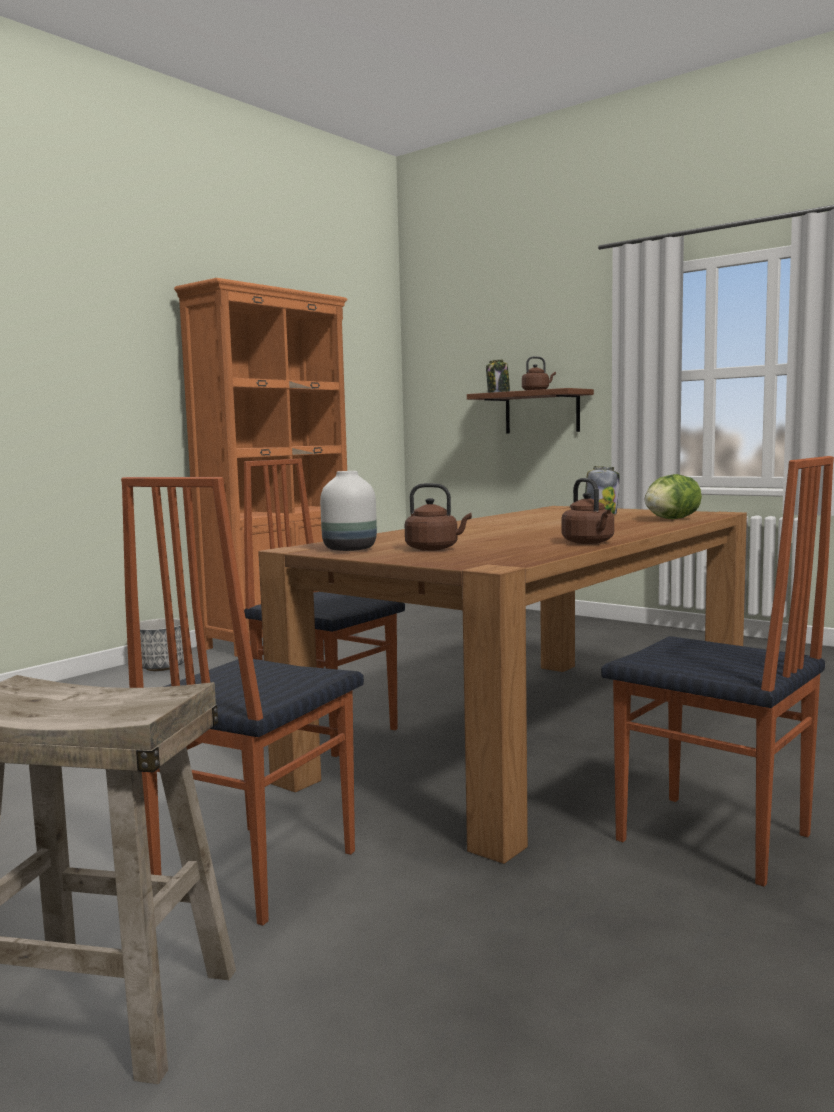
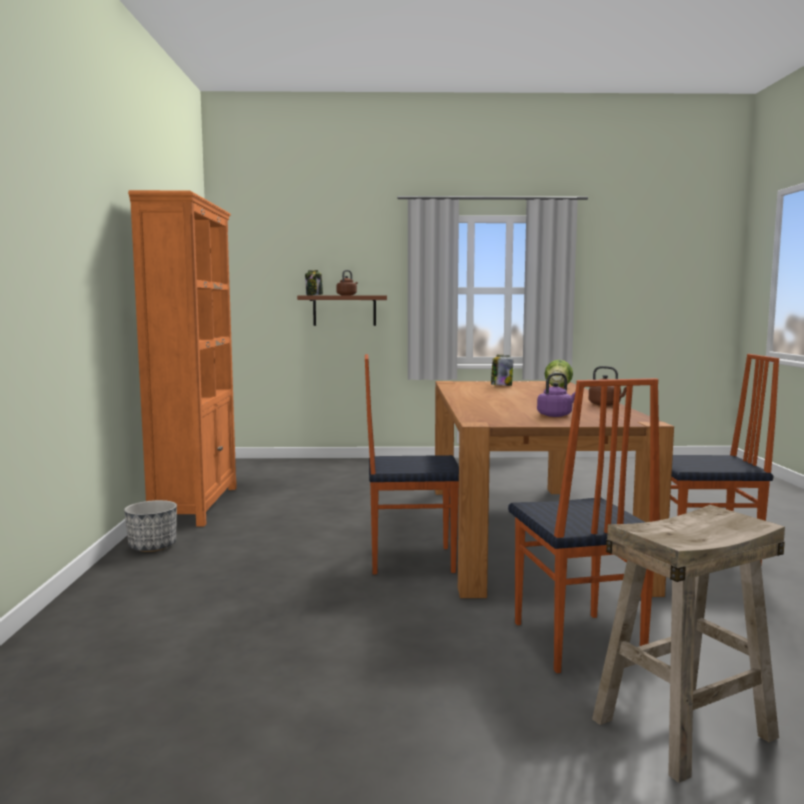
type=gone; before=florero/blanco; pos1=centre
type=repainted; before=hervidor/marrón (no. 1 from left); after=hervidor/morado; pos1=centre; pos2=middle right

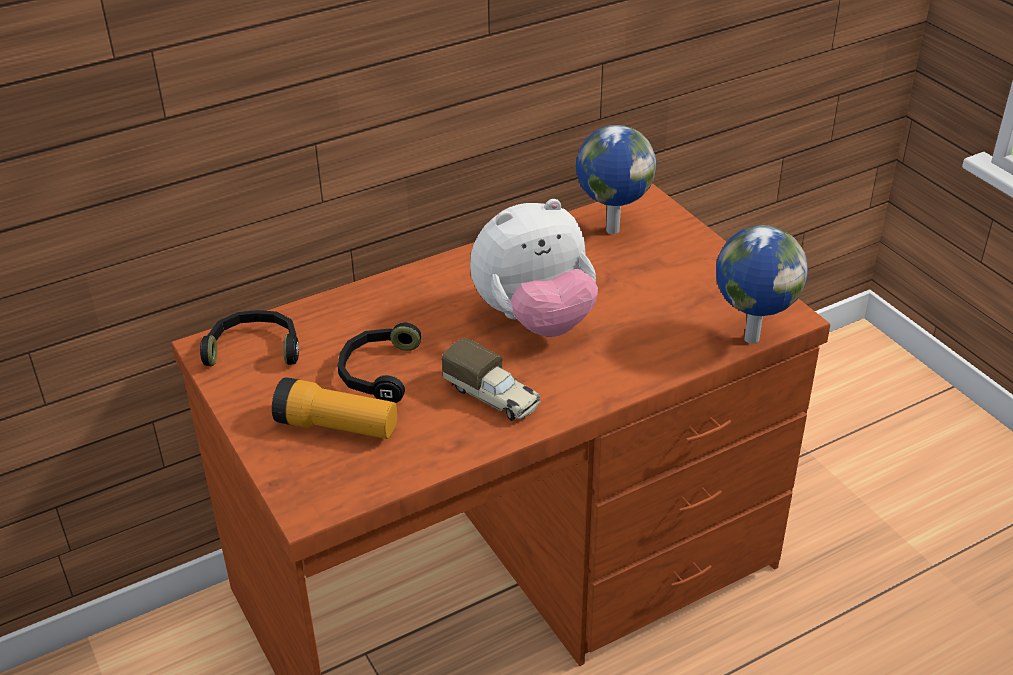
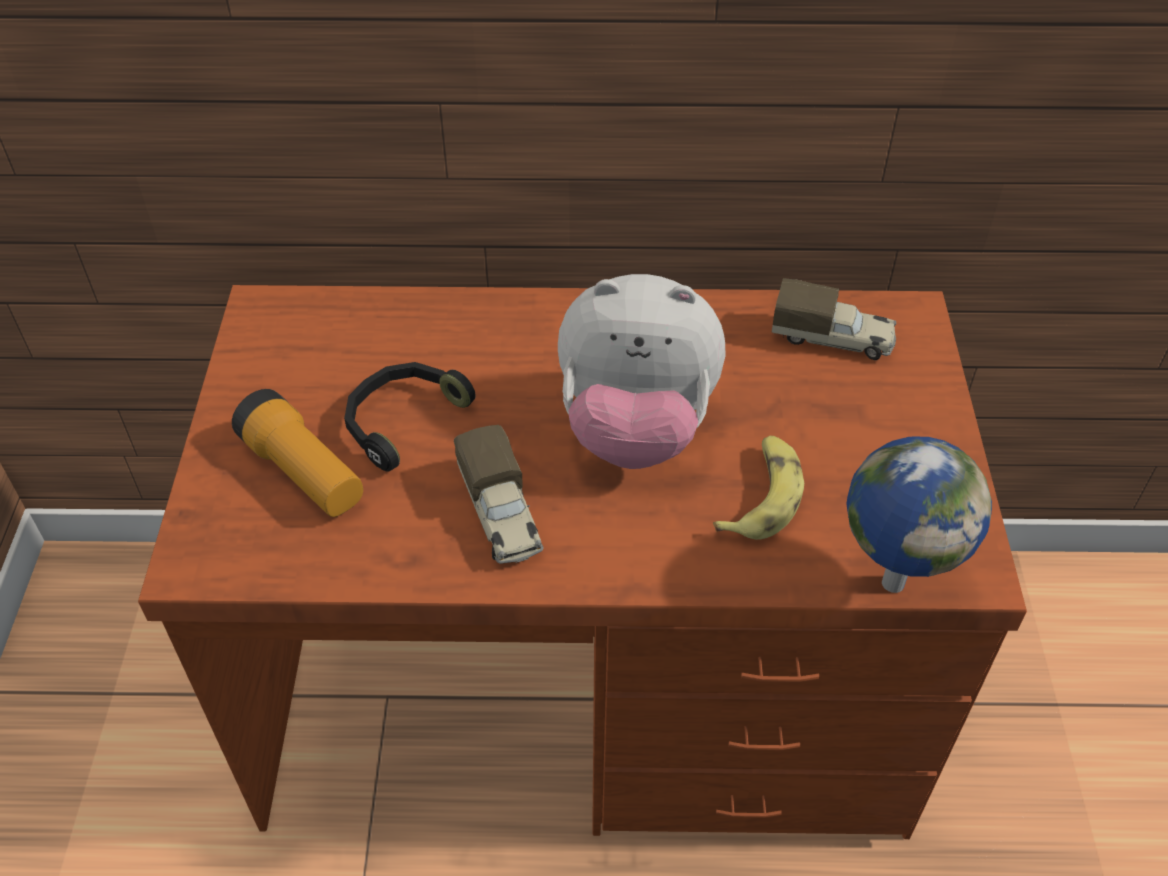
type=gone; before=auriculares/negro (no. 1 from left); pos1=middle left
type=swapped; before=globo terráqueo (no. 1 from left); after=camión de juguete (no. 2 from left); pos1=top centre; pos2=middle right
type=new; after=plátano; pos2=centre

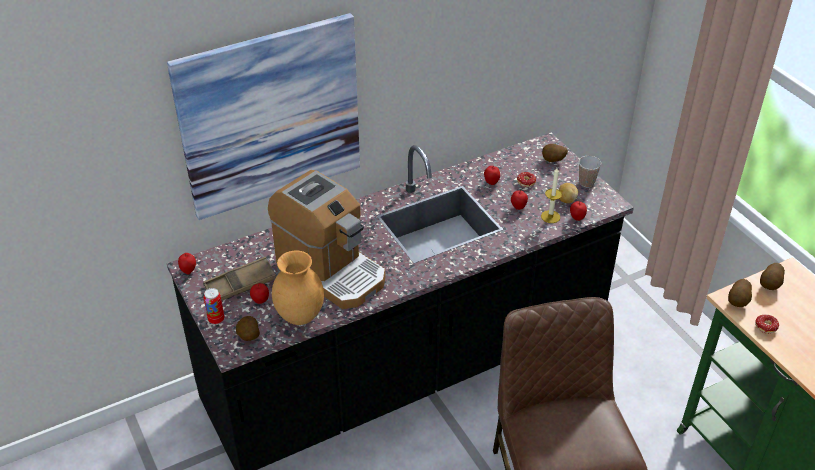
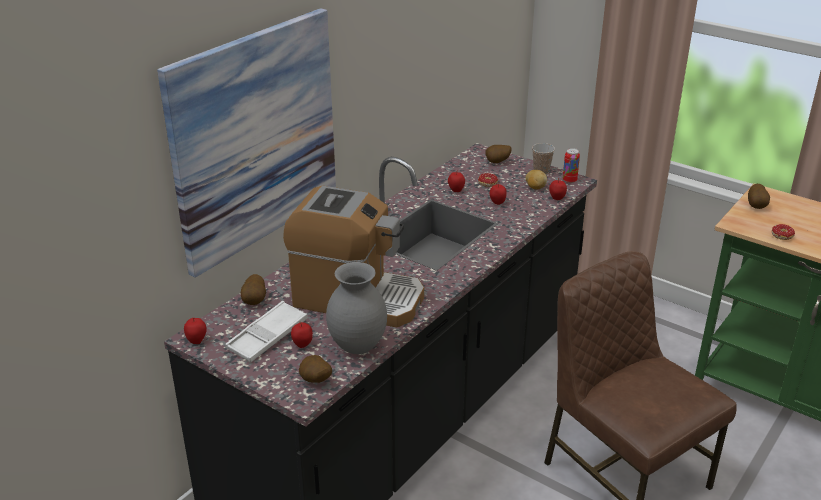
type=repainted; before=bandeja/marrón; after=bandeja/blanco; pos1=middle left; pos2=middle left
type=shifted; before=lata; pos1=middle left; pos2=top right
type=repainted; before=florero/marrón; after=florero/gris; pos1=centre; pos2=centre
type=gone; before=vela; pos1=middle right
type=shifted; before=patata (no. 4 from left in the first image); after=patata (no. 1 from left); pos1=middle right; pos2=middle left

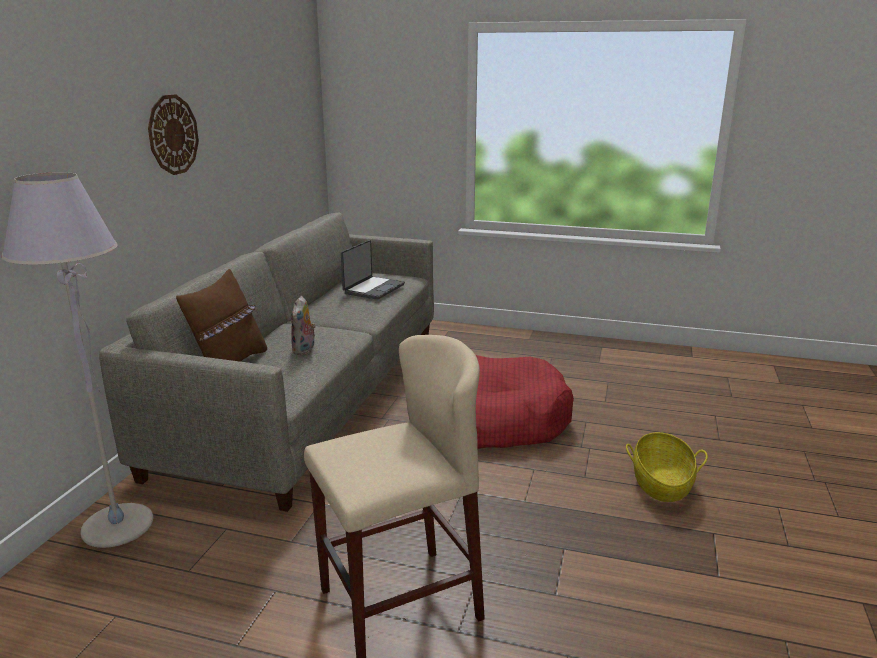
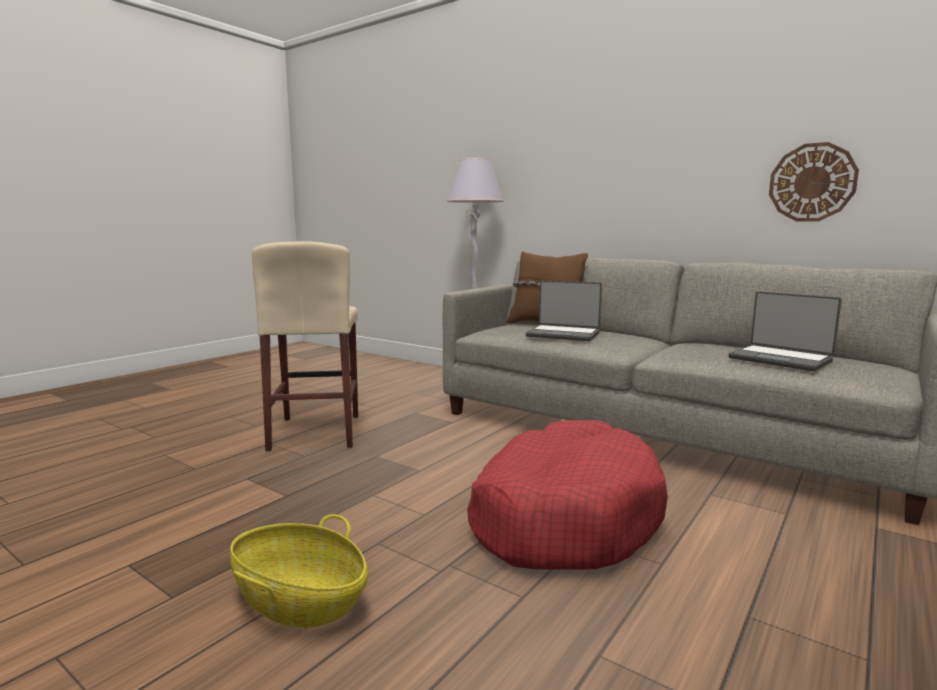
type=shifted; before=reloj de pared; pos1=top left; pos2=top right
type=swapped; before=peluche; after=portátil (no. 1 from left); pos1=centre; pos2=centre

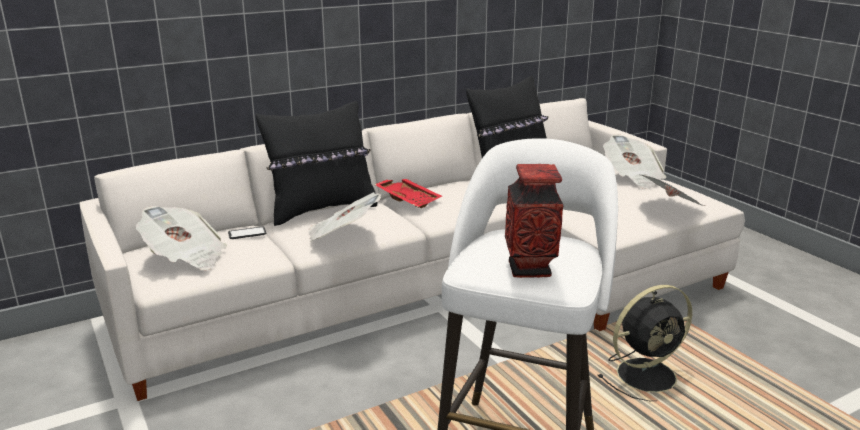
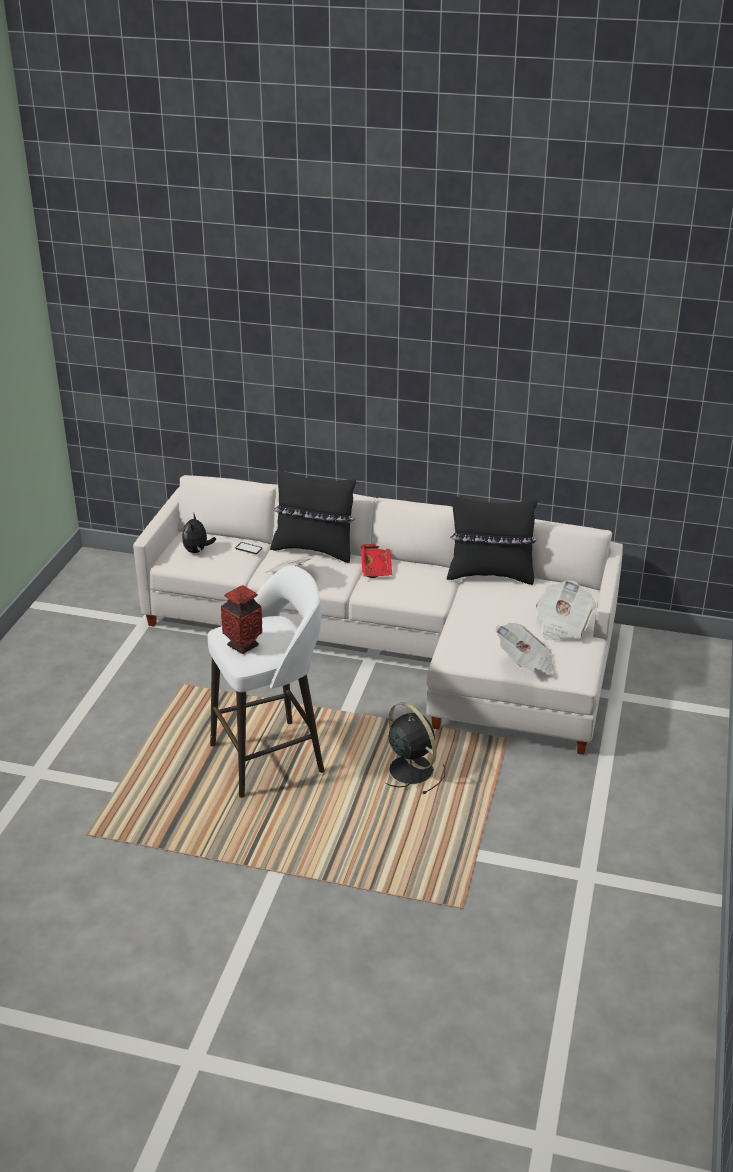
type=swapped; before=periódico (no. 1 from left); after=peluche; pos1=middle left; pos2=middle left
type=rotated; before=ventilador/negro; pos1=bottom right; pos2=centre; turn=-150

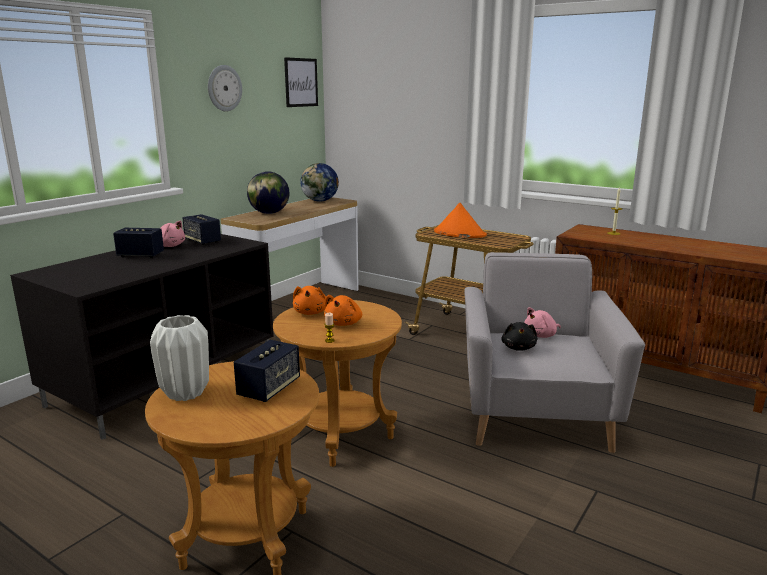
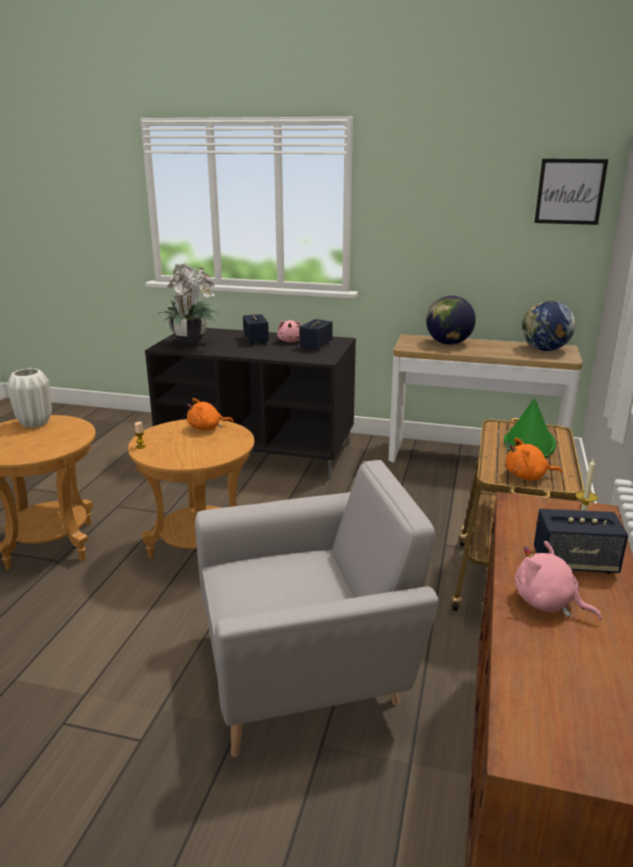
type=gone; before=reloj de pared; pos1=top left
type=shifted; before=altavoz (no. 3 from left); pos1=centre; pos2=middle right
type=shifted; before=peluche/naranja (no. 2 from left); pos1=centre; pos2=middle right
type=repainted; before=sombrero/naranja; after=sombrero/verde; pos1=centre; pos2=middle right
type=gone; before=peluche/negro; pos1=middle right
type=shifted; before=peluche/rosa (no. 2 from left); pos1=middle right; pos2=bottom right
type=new; after=planta en maceta; pos2=middle left

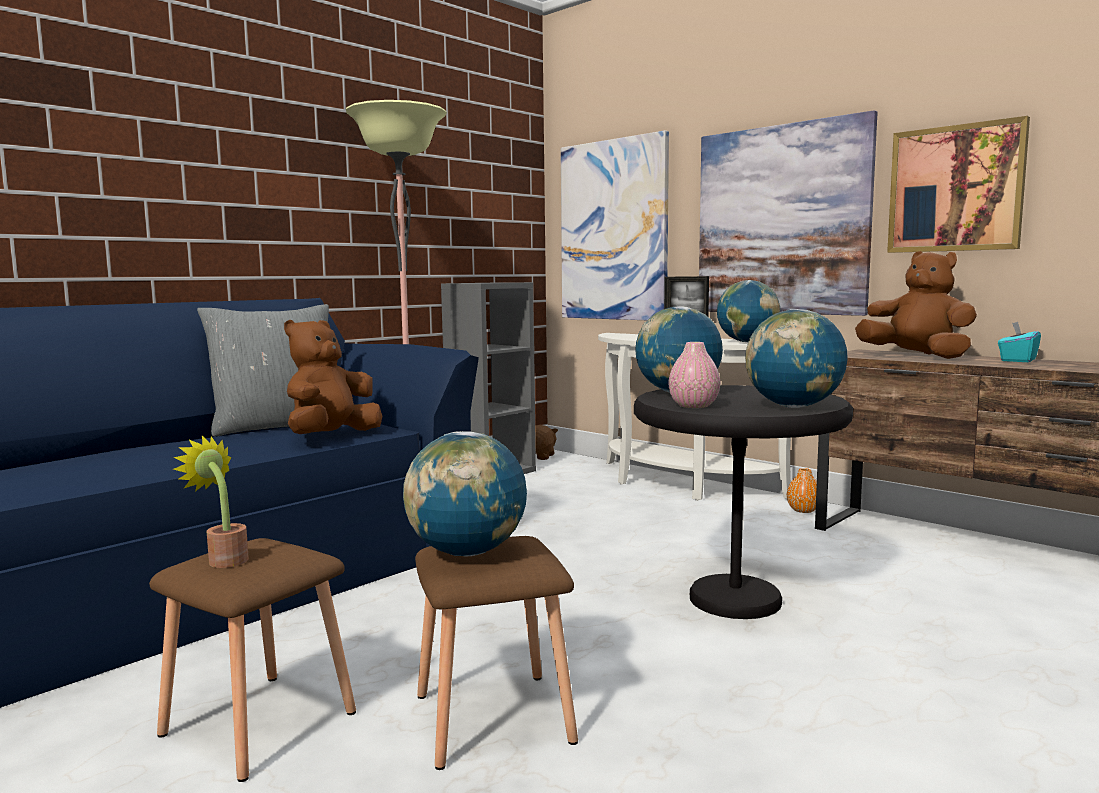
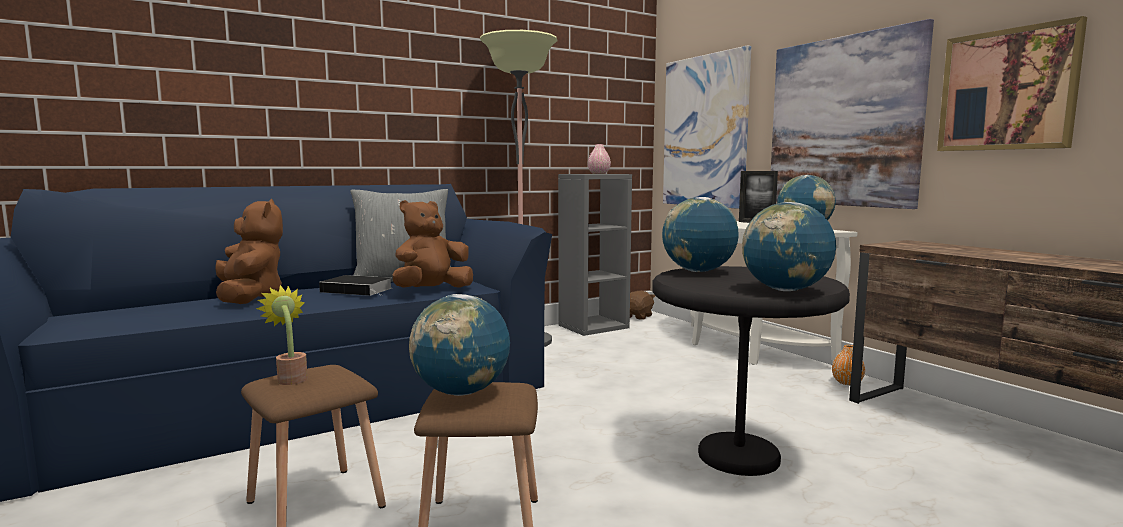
type=shifted; before=florero/rosa; pos1=centre; pos2=top centre
type=shifted; before=peluche/marrón (no. 3 from left in the first image); after=peluche/marrón (no. 1 from left); pos1=middle right; pos2=middle left
type=gone; before=caja de pañuelos/turquesa; pos1=middle right
type=new; after=libro; pos2=middle left

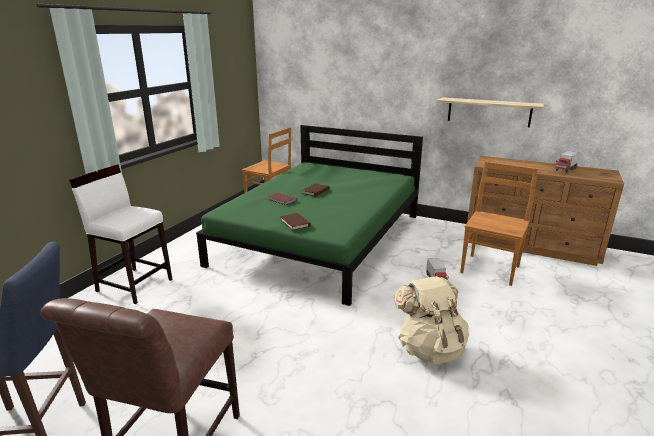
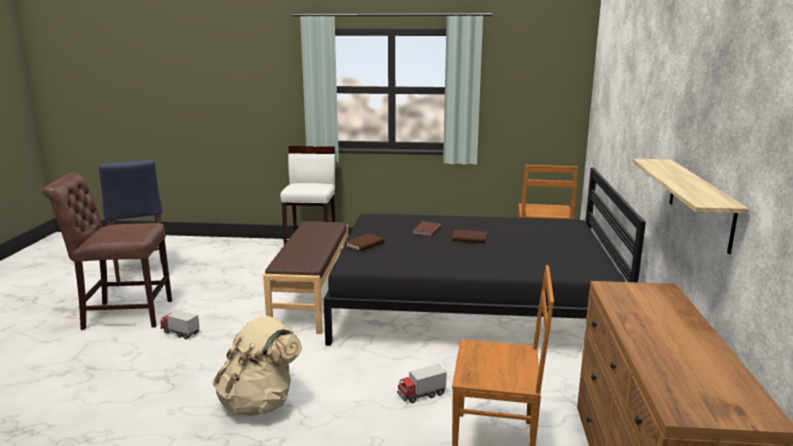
type=repainted; before=cama/verde; after=cama/negro; pos1=centre; pos2=centre
type=shifted; before=camión de juguete (no. 2 from left in the first image); after=camión de juguete (no. 1 from left); pos1=middle right; pos2=bottom left
type=new; after=banco/marrón; pos2=centre

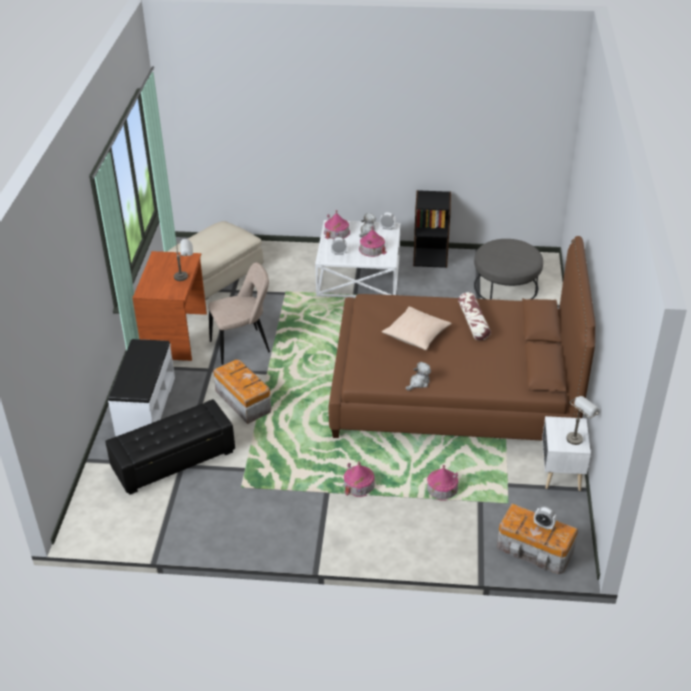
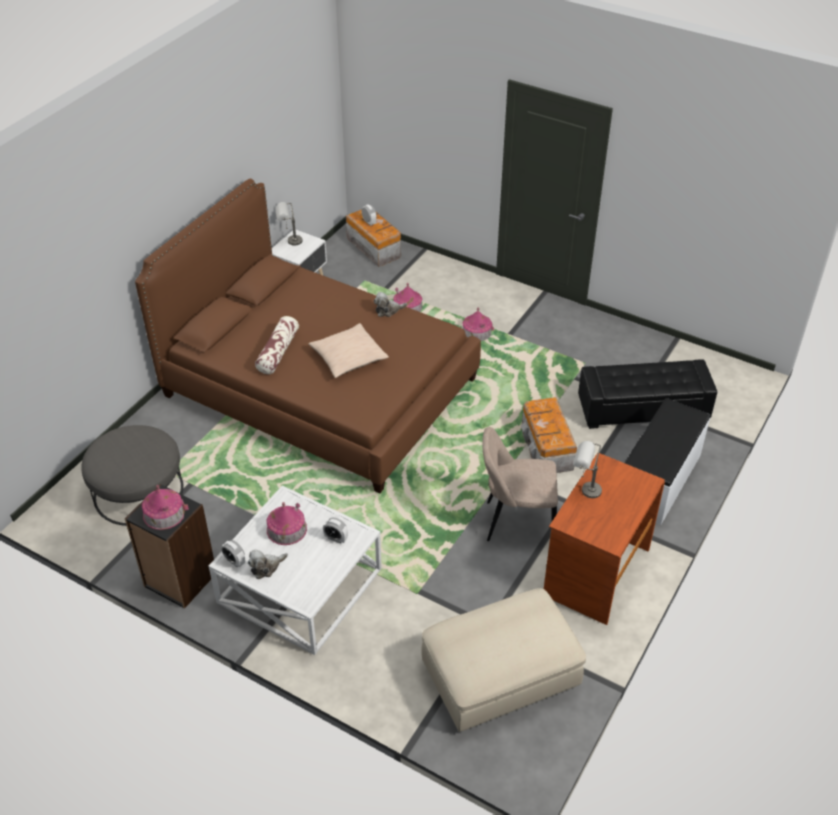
type=shifted; before=casita (no. 1 from left); pos1=top centre; pos2=middle left

